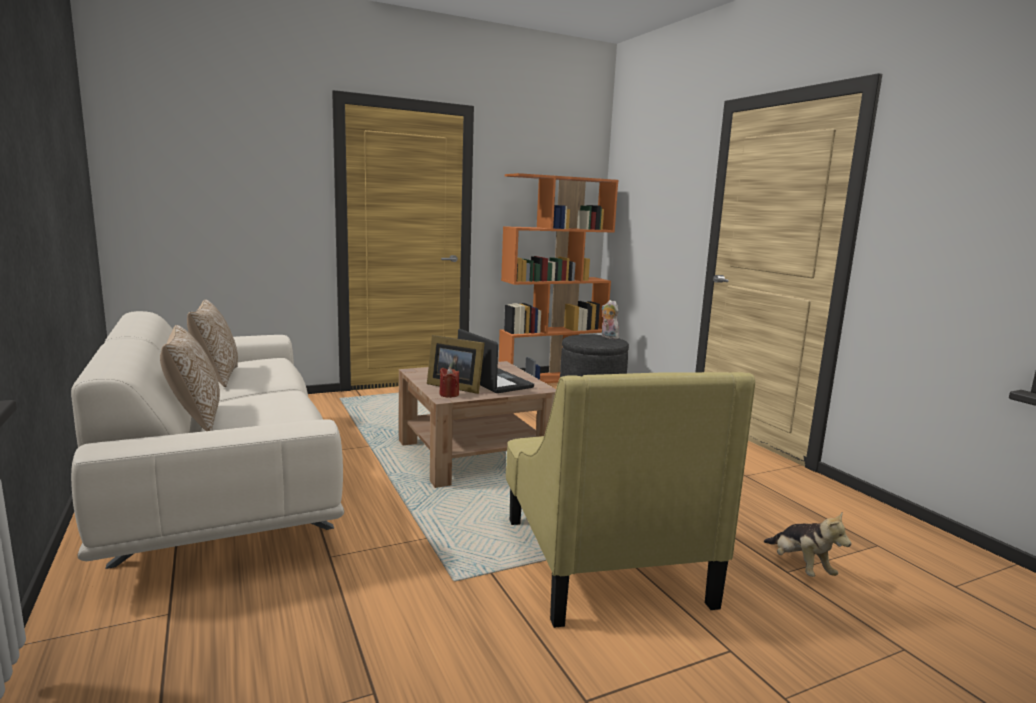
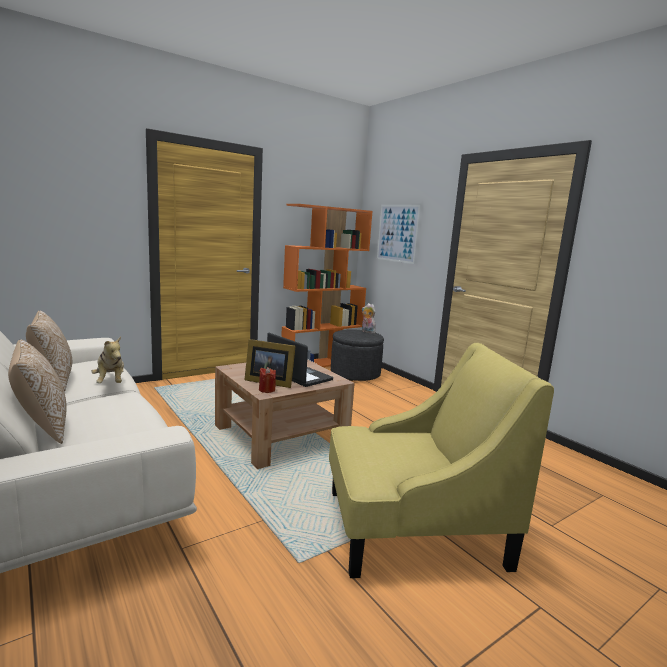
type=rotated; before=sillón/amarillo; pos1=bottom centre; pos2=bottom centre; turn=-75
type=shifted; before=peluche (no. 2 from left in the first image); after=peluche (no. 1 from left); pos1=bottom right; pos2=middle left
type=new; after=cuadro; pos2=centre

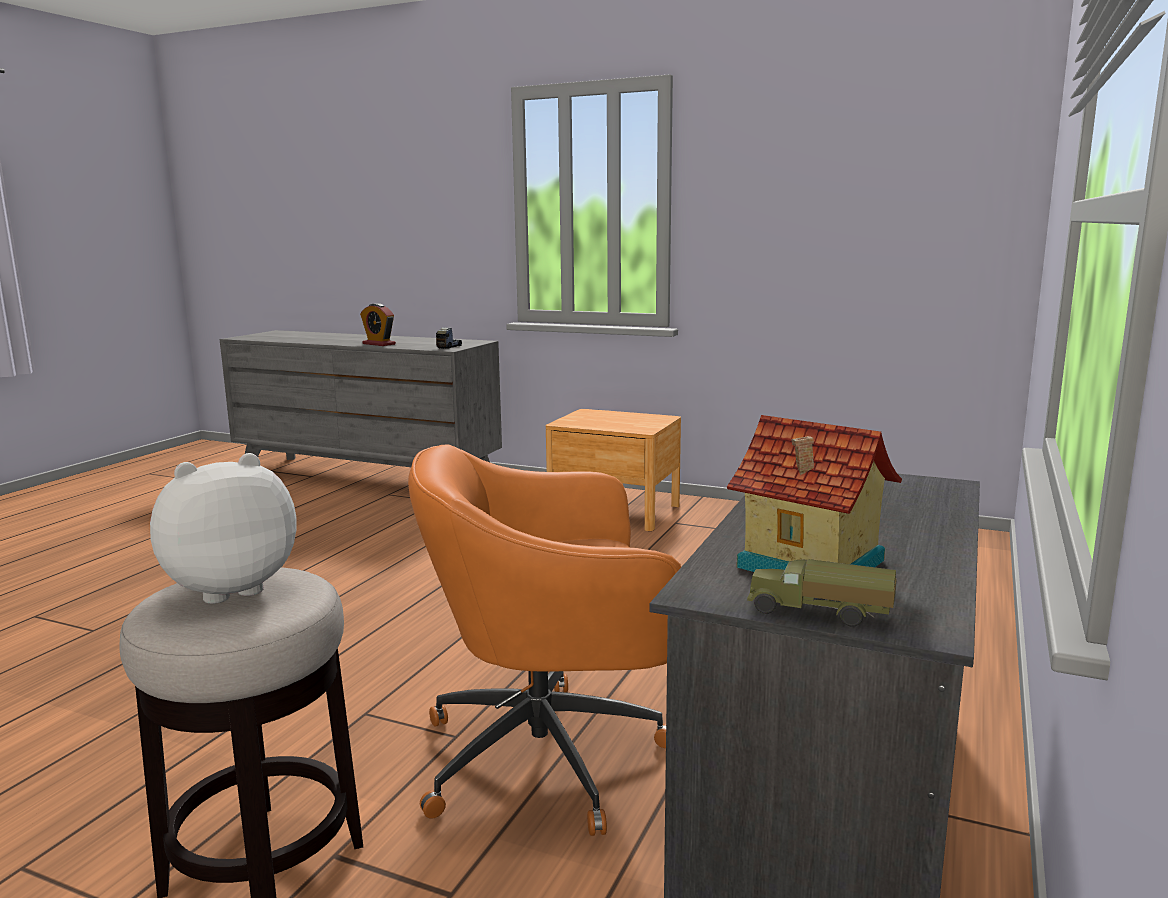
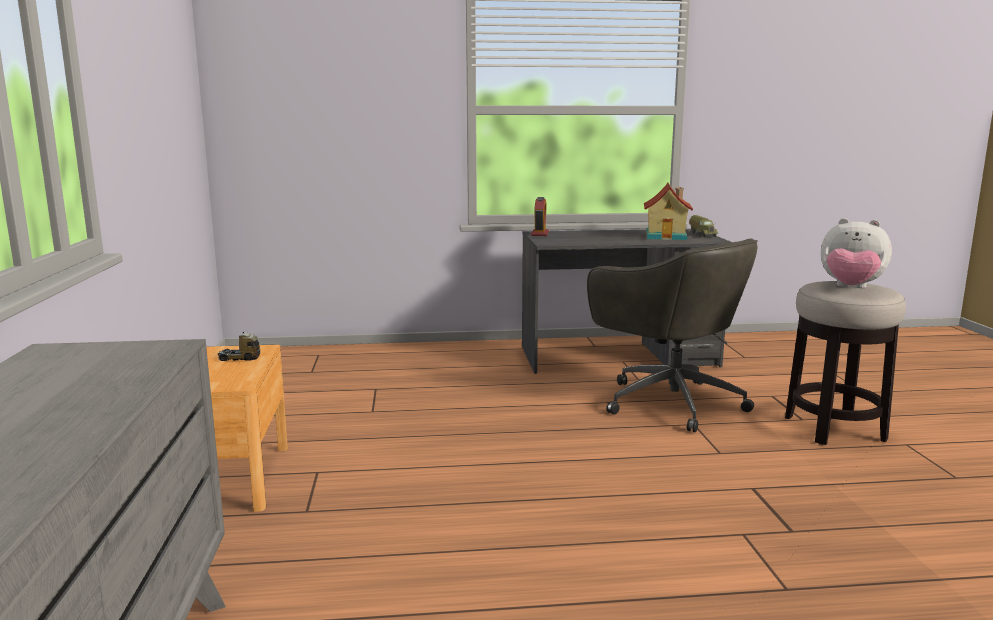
type=shifted; before=despertador; pos1=middle left; pos2=centre
type=repainted; before=silla de oficina/naranja; after=silla de oficina/gris; pos1=bottom centre; pos2=middle right
type=shifted; before=camión de juguete (no. 1 from left); pos1=centre; pos2=middle left

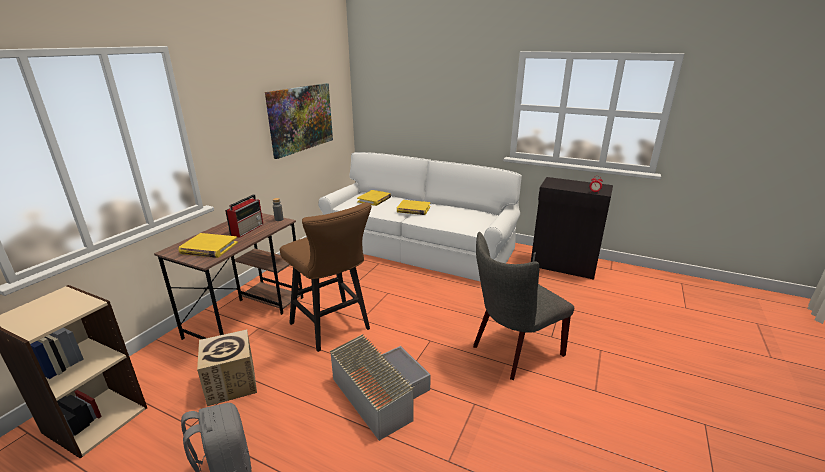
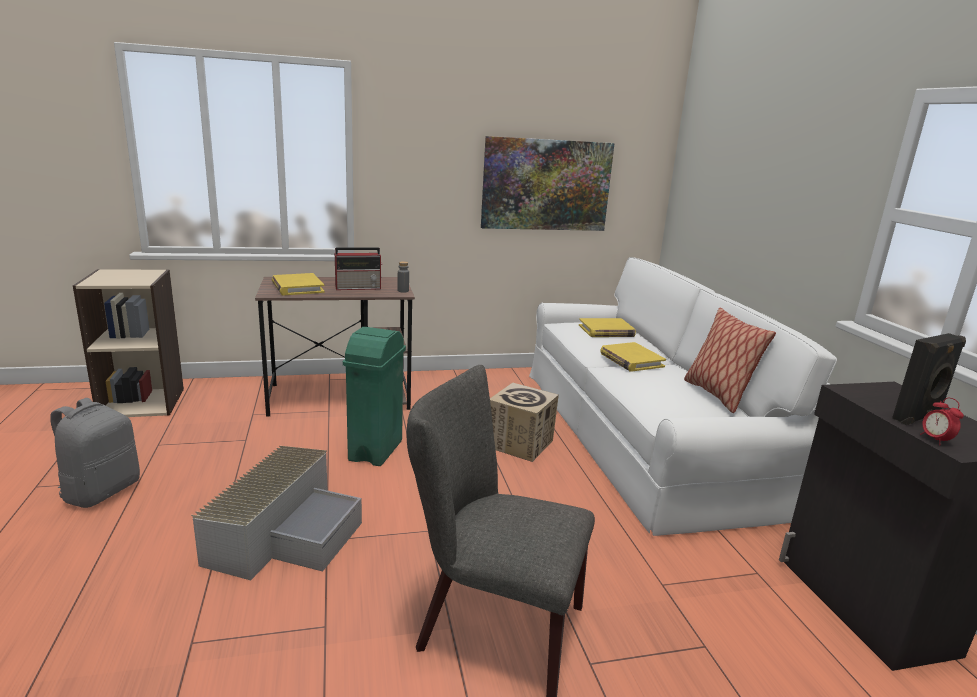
type=shifted; before=caja de cartón; pos1=bottom left; pos2=centre
type=swapped; before=taburete/marrón; after=papelera/verde; pos1=centre; pos2=centre
type=new; after=cojín; pos2=middle right
type=new; after=altavoz/negro; pos2=middle right

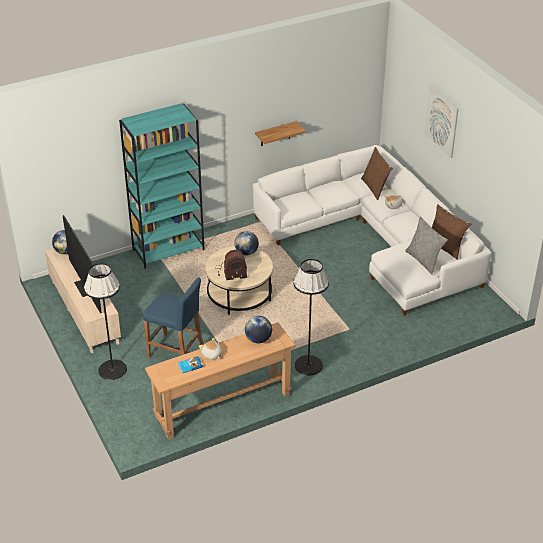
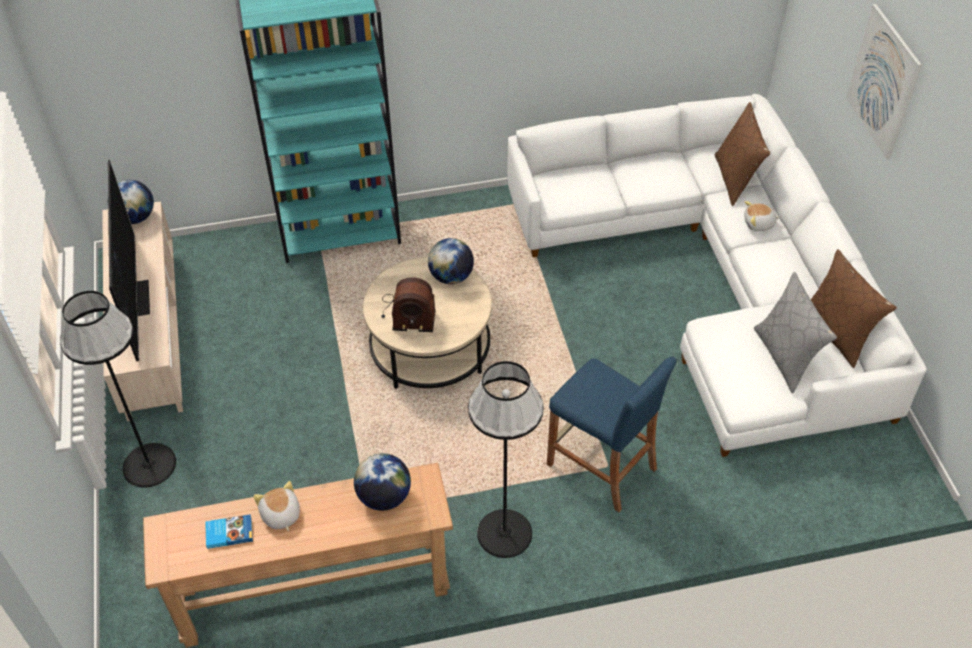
type=shifted; before=taburete/azul; pos1=middle left; pos2=bottom centre
type=gone; before=estante; pos1=top centre

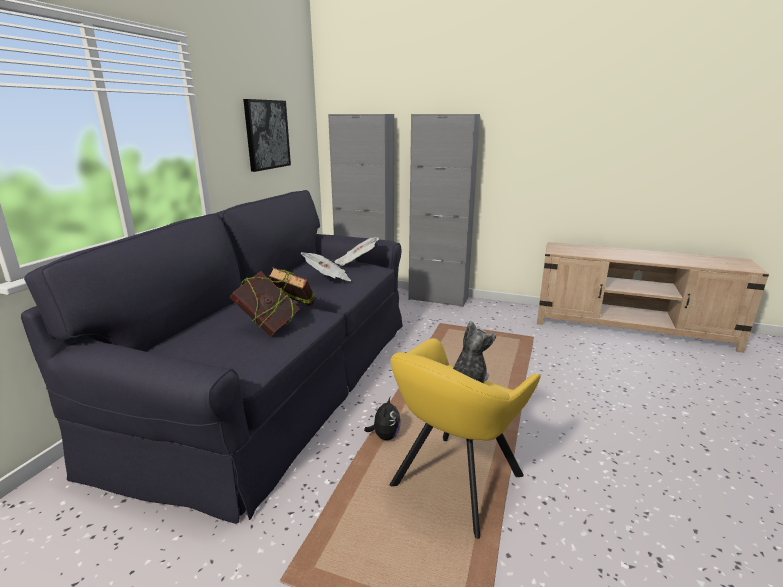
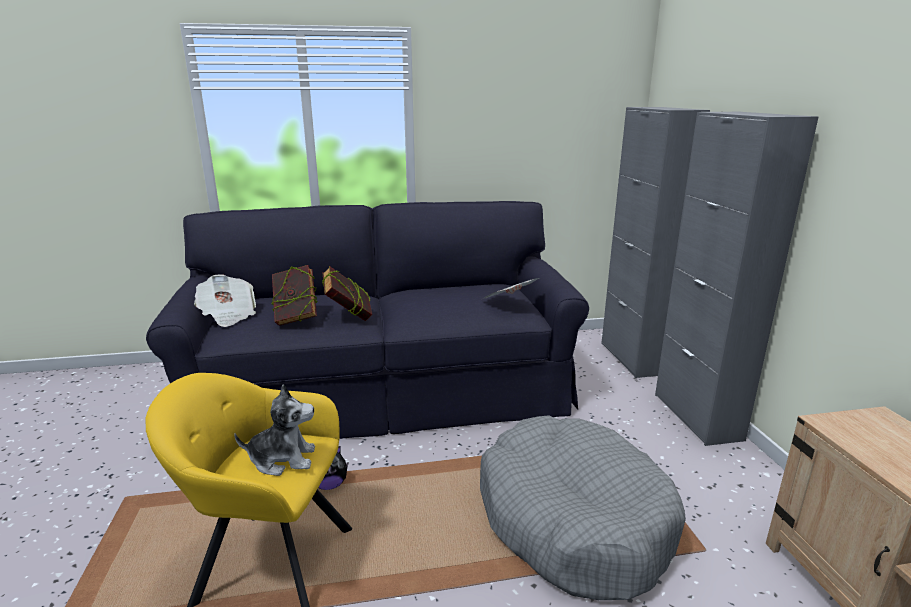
type=gone; before=cuadro; pos1=top centre
type=shifted; before=periódico (no. 1 from left); pos1=centre; pos2=middle left
type=new; after=cama para perro/gris; pos2=bottom centre

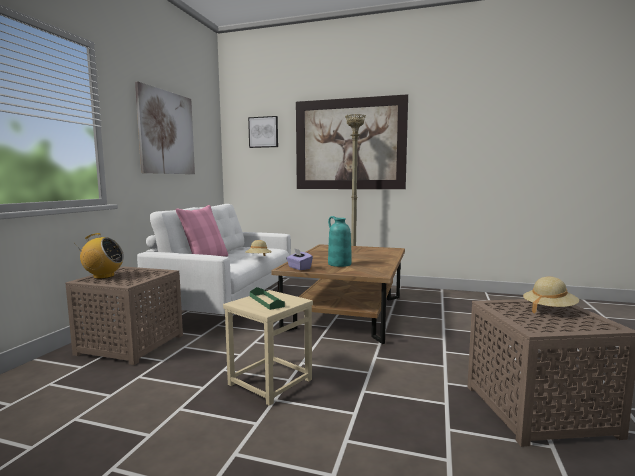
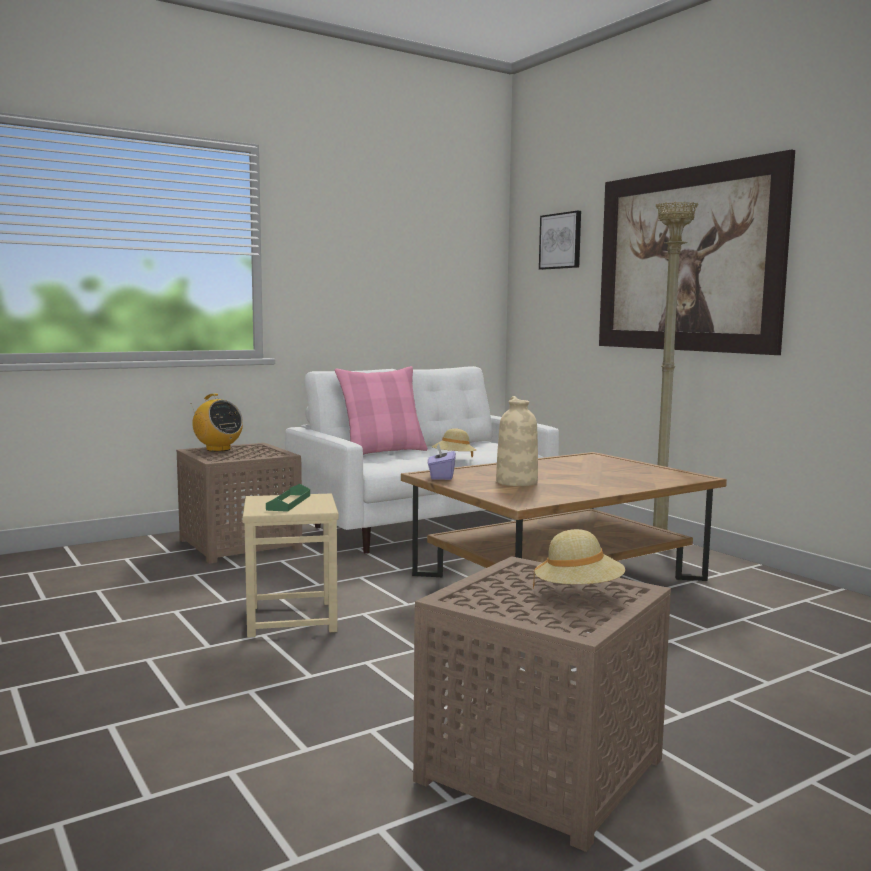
type=gone; before=cuadro (no. 1 from left); pos1=top left
type=repainted; before=florero/turquesa; after=florero/beis; pos1=centre; pos2=centre

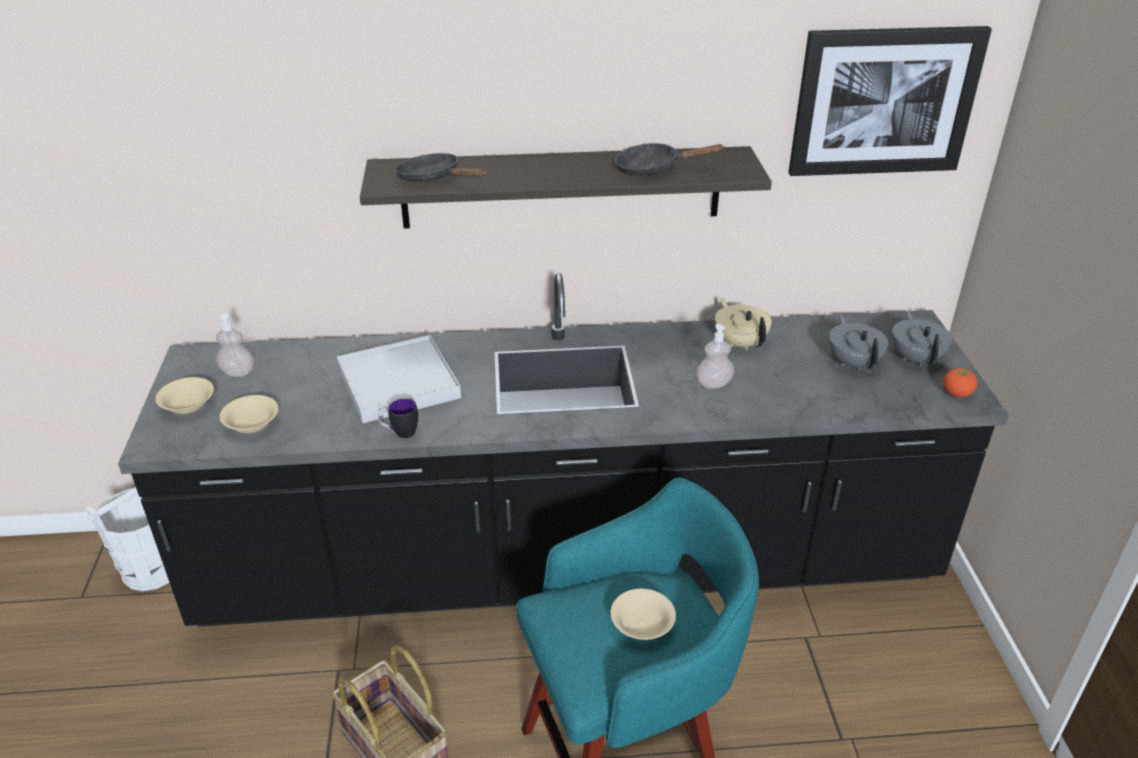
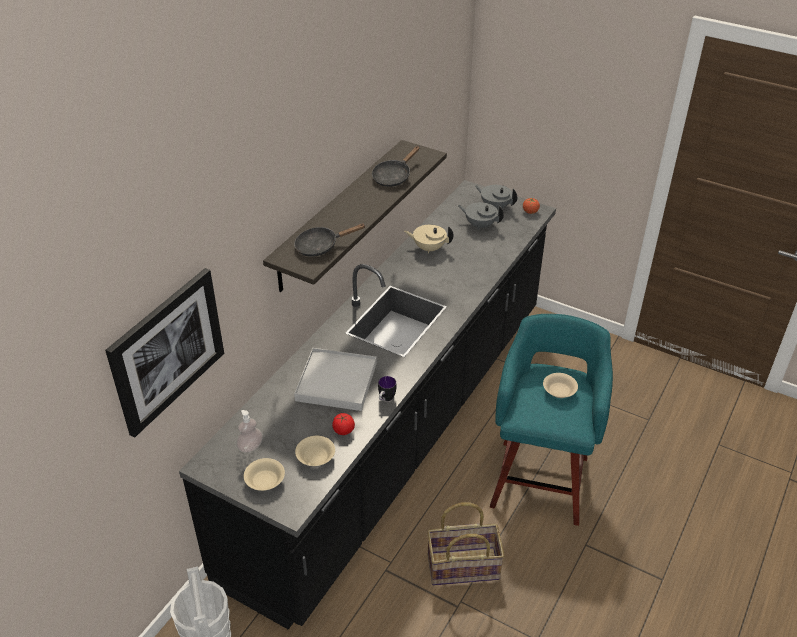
type=gone; before=dispensador de jabón (no. 2 from left); pos1=centre
type=shifted; before=cuadro; pos1=top right; pos2=middle left
type=new; after=tomate (no. 1 from left); pos2=centre

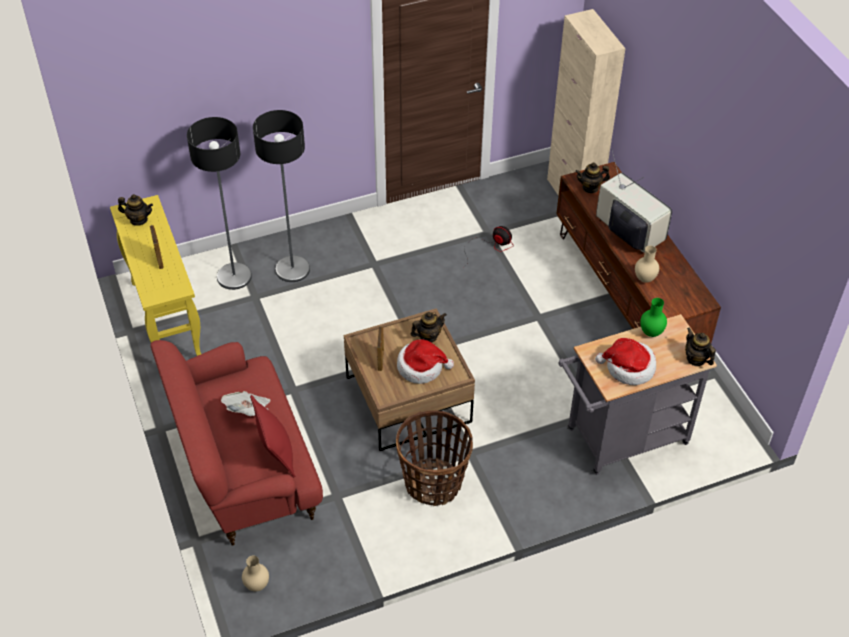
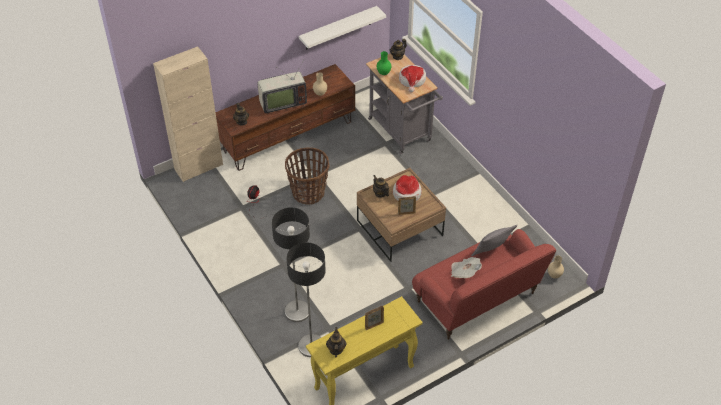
type=repainted; before=cojín/rojo; after=cojín/gris; pos1=bottom left; pos2=middle right
type=shifted; before=cesta; pos1=bottom centre; pos2=centre
type=rotated; before=televisor; pos1=top right; pos2=top centre; turn=-150
type=new; after=estante/blanco; pos2=top centre

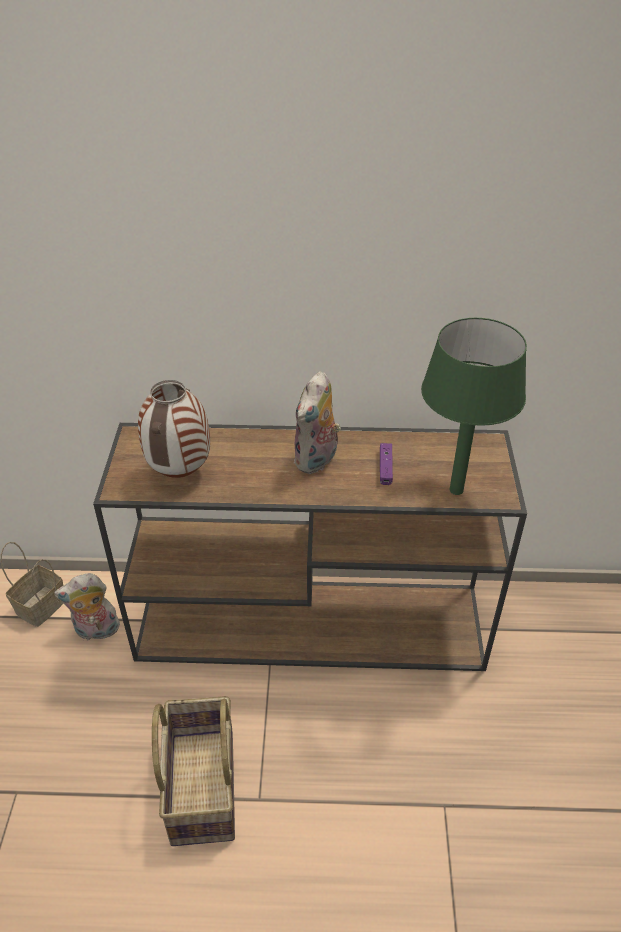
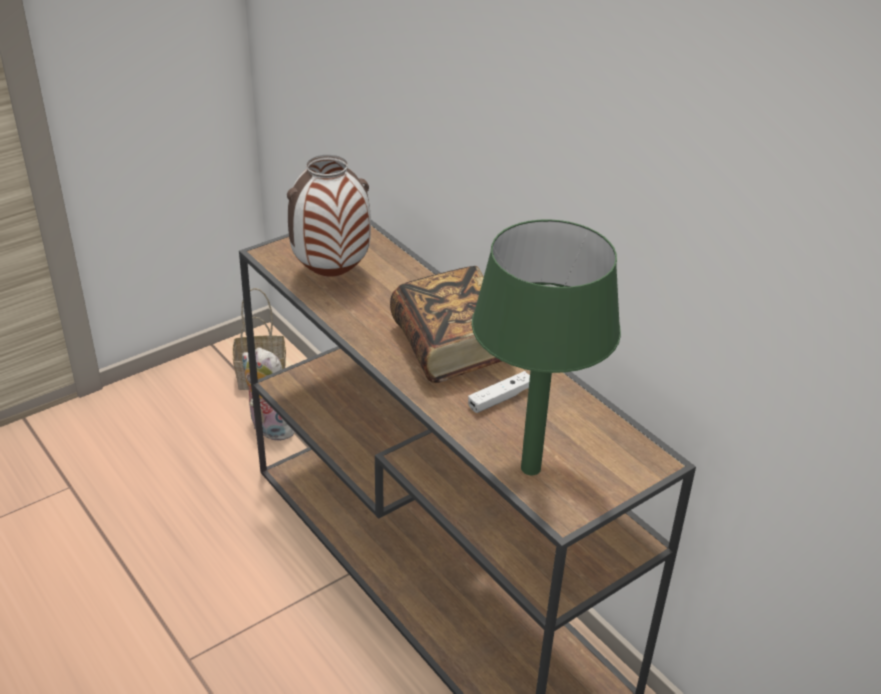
type=gone; before=cesta (no. 2 from left); pos1=bottom left
type=swapped; before=peluche (no. 2 from left); after=libro; pos1=centre; pos2=centre
type=repainted; before=mando de consola/morado; after=mando de consola/blanco; pos1=centre; pos2=centre

